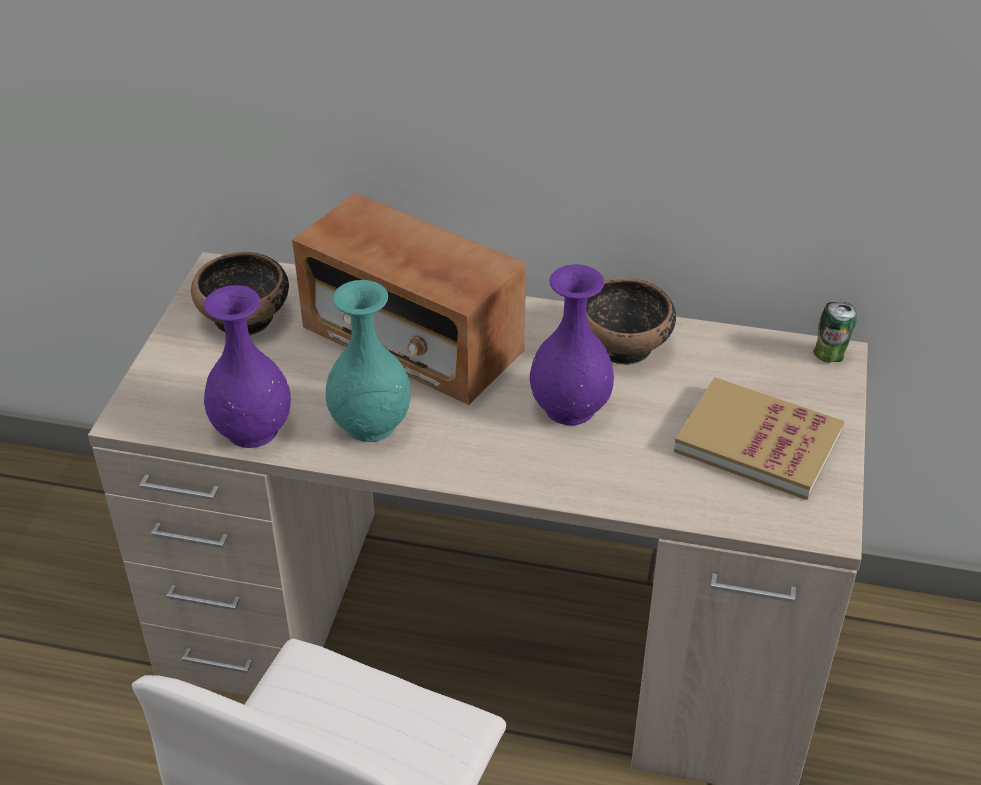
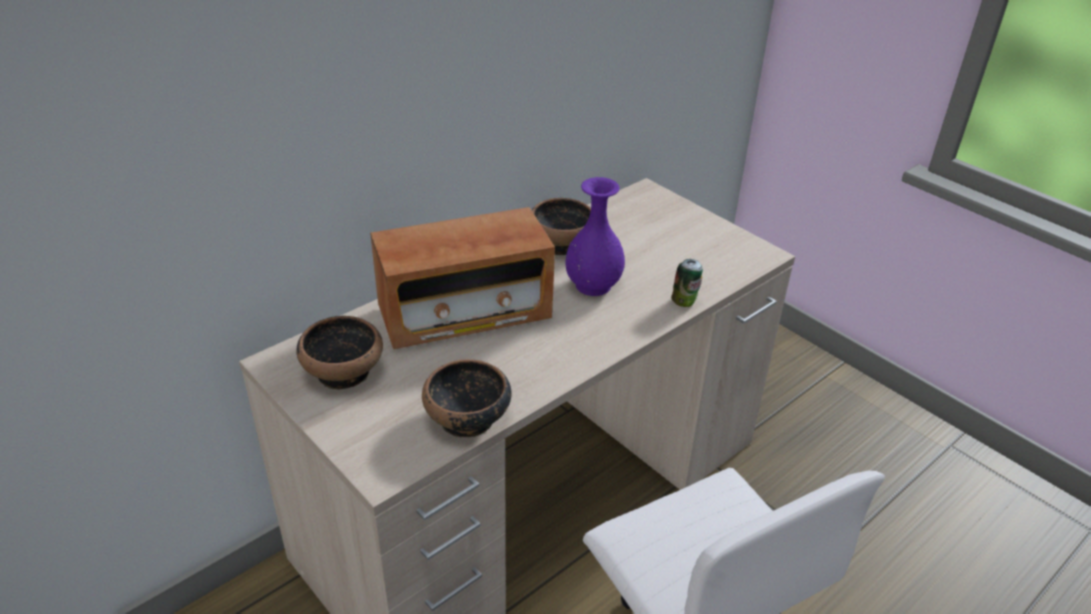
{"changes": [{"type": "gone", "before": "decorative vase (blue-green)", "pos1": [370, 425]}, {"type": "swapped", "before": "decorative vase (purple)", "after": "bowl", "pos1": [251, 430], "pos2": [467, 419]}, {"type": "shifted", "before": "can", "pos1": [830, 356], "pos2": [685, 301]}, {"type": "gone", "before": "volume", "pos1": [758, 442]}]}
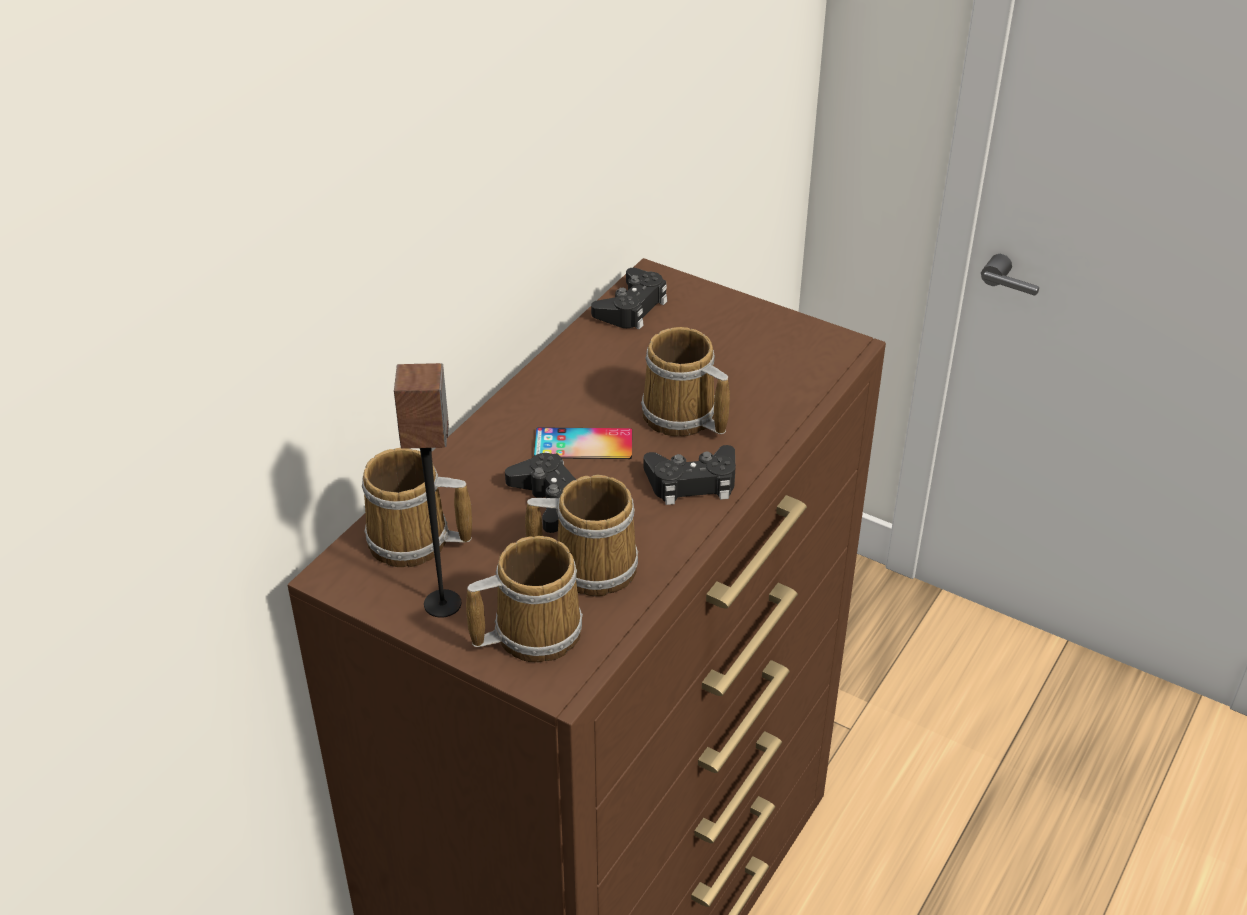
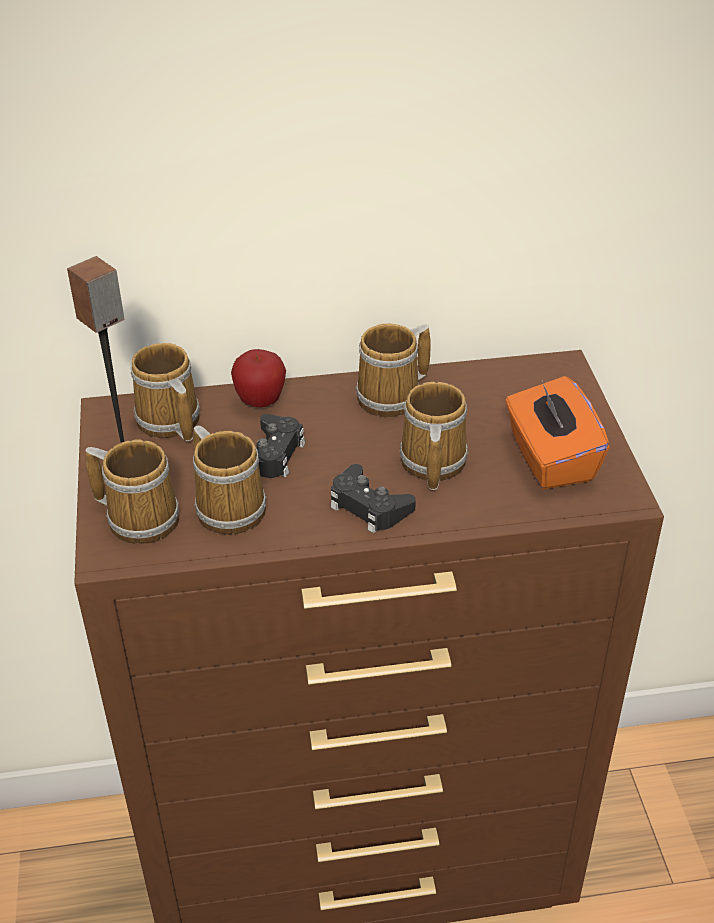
{"changes": [{"type": "gone", "before": "gamepad (black)", "pos1": [631, 307]}, {"type": "gone", "before": "phone", "pos1": [583, 444]}, {"type": "new", "after": "coffee mug", "pos2": [393, 397]}, {"type": "new", "after": "apple fruit", "pos2": [260, 402]}, {"type": "new", "after": "tissue box (orange)", "pos2": [550, 459]}]}
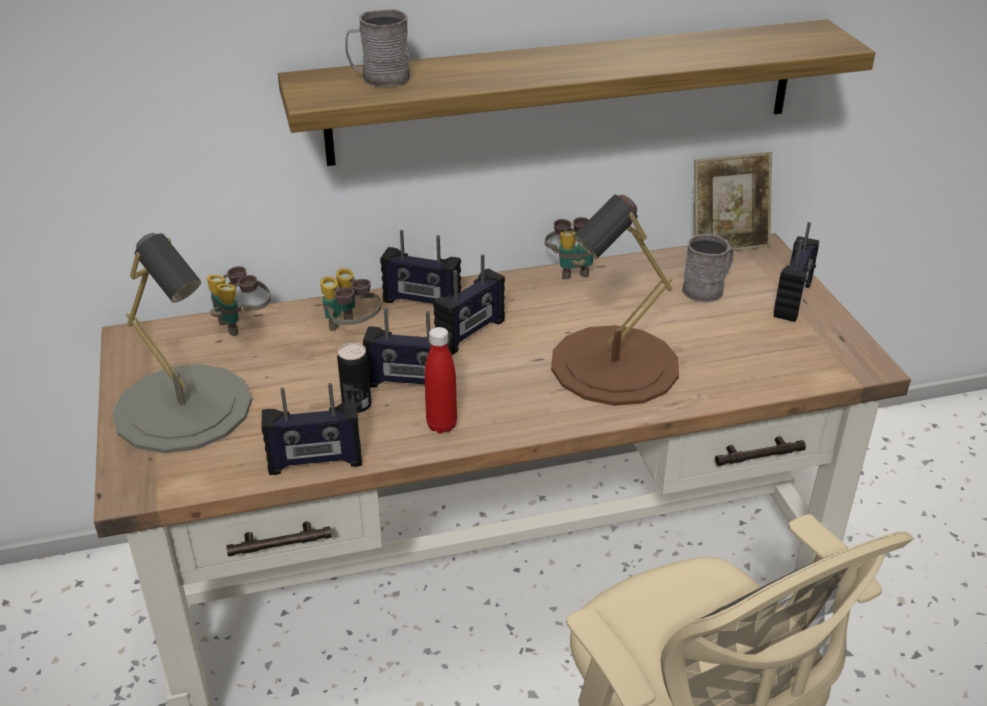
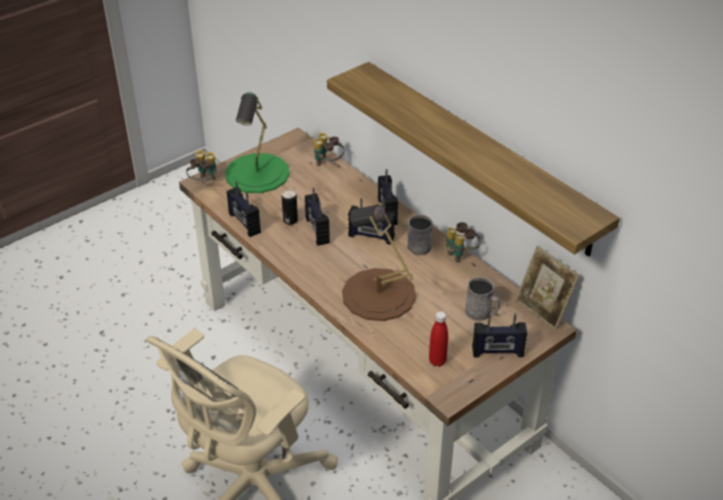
{"changes": [{"type": "shifted", "before": "coffee mug (greyish)", "pos1": [379, 79], "pos2": [417, 245]}, {"type": "repainted", "before": "lamp for a table (greyish)", "after": "lamp for a table (green)", "pos1": [183, 408], "pos2": [257, 173]}, {"type": "shifted", "before": "field glasses", "pos1": [351, 330], "pos2": [204, 183]}, {"type": "shifted", "before": "bottle (reddish)", "pos1": [441, 425], "pos2": [437, 361]}]}
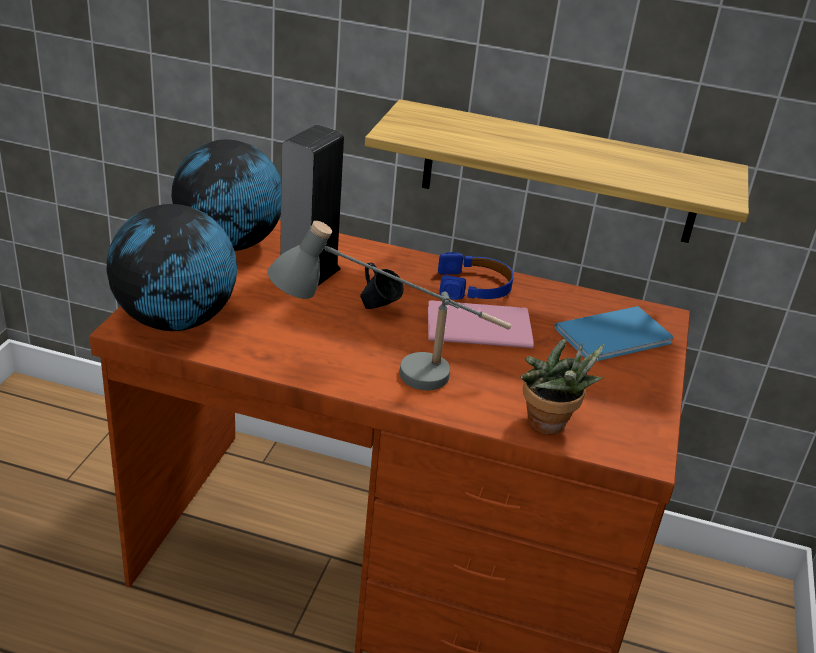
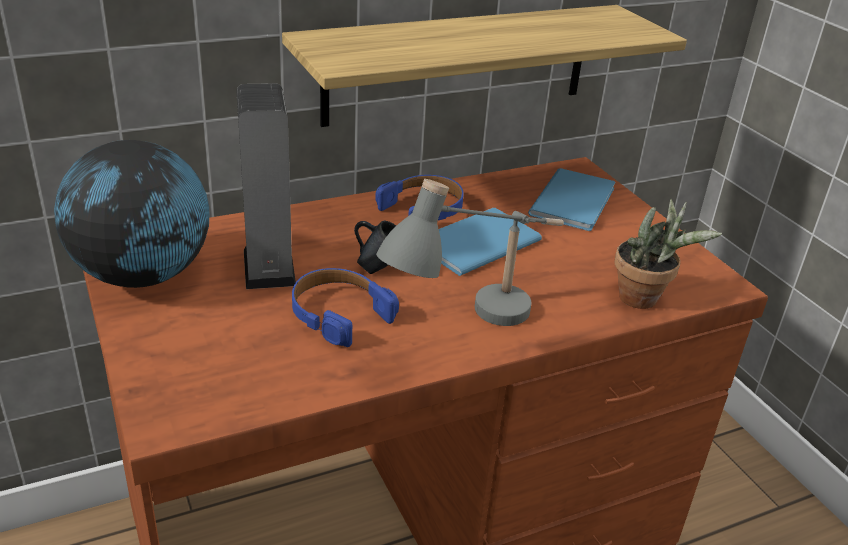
{"changes": [{"type": "gone", "before": "world globe", "pos1": [175, 321]}, {"type": "repainted", "before": "volume (pink)", "after": "volume (blue-coloured)", "pos1": [475, 325], "pos2": [473, 243]}, {"type": "new", "after": "headphones (blue-coloured)", "pos2": [339, 314]}]}
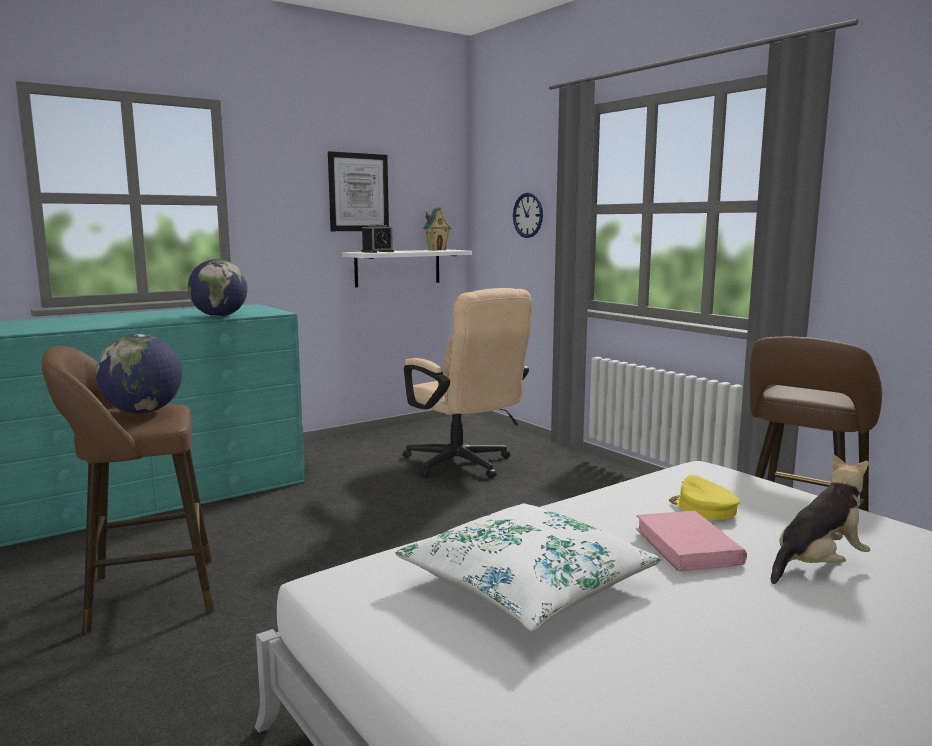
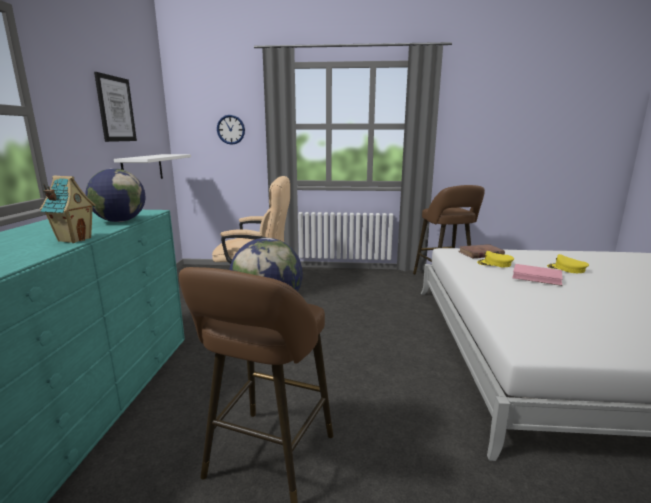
{"changes": [{"type": "shifted", "before": "miniature house", "pos1": [437, 250], "pos2": [74, 239]}, {"type": "gone", "before": "table clock", "pos1": [377, 252]}, {"type": "swapped", "before": "cuddly toy", "after": "baseball cap (yellowish)", "pos1": [818, 565], "pos2": [566, 269]}, {"type": "gone", "before": "cushion (white)", "pos1": [527, 584]}, {"type": "new", "after": "volume (brown-coloured)", "pos2": [480, 254]}]}
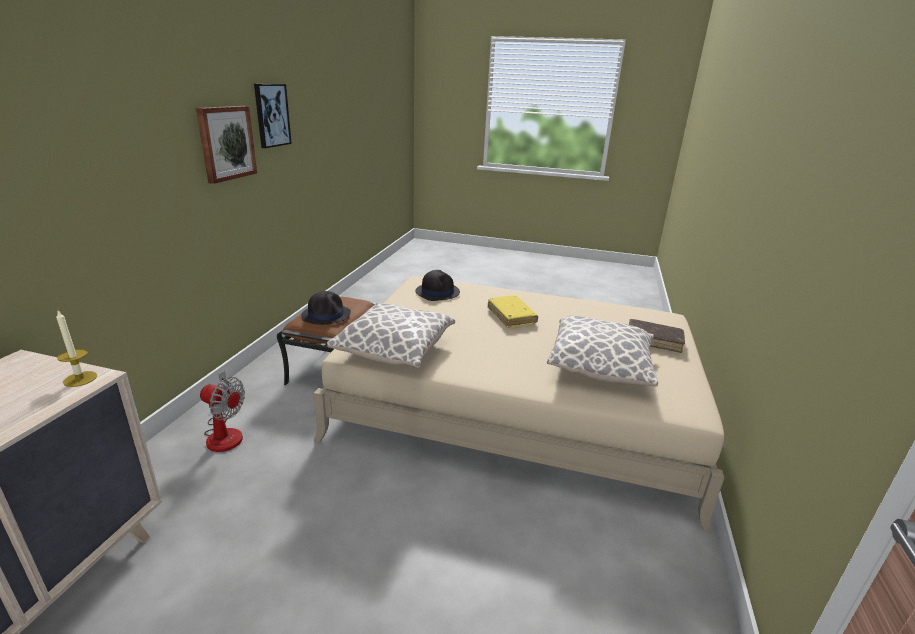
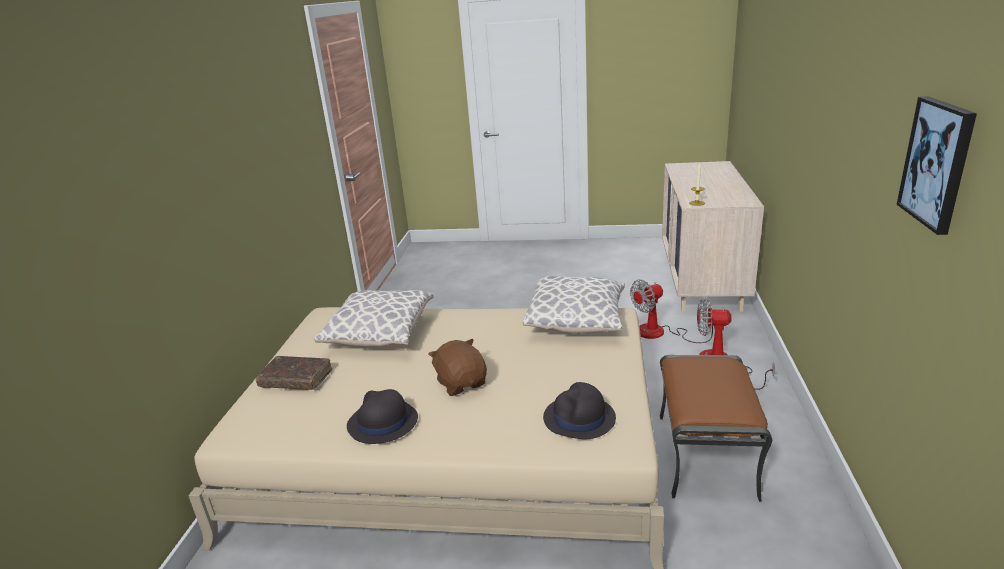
{"changes": [{"type": "gone", "before": "wall picture", "pos1": [226, 143]}, {"type": "shifted", "before": "hat (black)", "pos1": [326, 315], "pos2": [382, 423]}, {"type": "swapped", "before": "volume (yellowish)", "after": "cuddly toy (brown-coloured)", "pos1": [511, 316], "pos2": [461, 383]}, {"type": "new", "after": "electric fan", "pos2": [660, 333]}]}
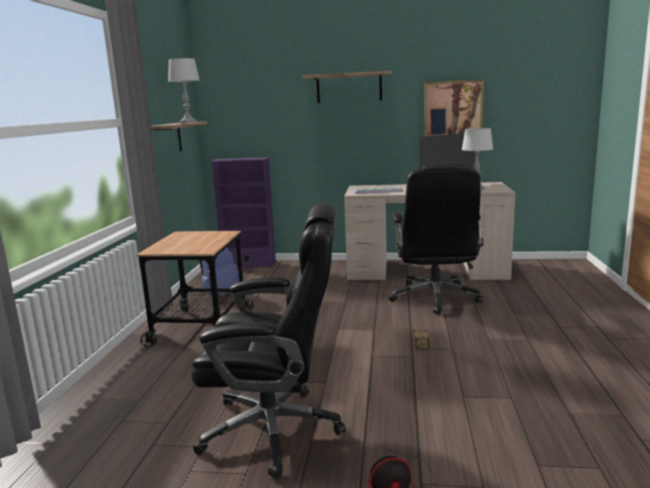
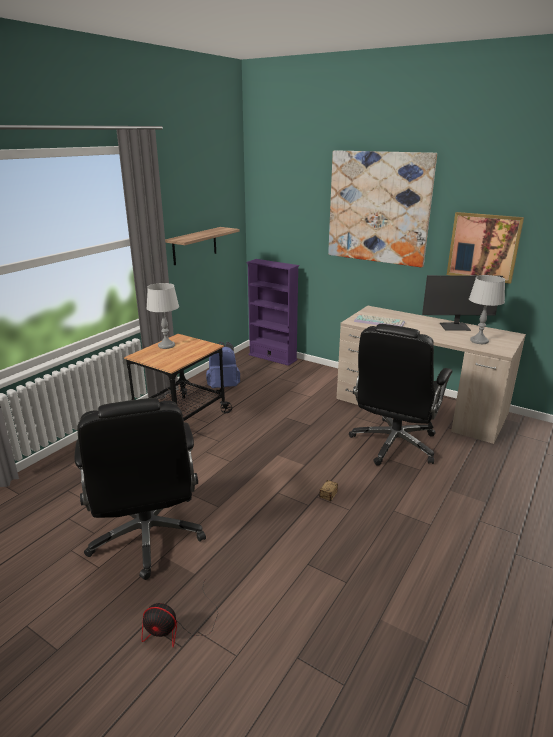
{"changes": [{"type": "shifted", "before": "lamp for a table (greyish)", "pos1": [188, 122], "pos2": [166, 345]}, {"type": "swapped", "before": "shelf", "after": "wall picture", "pos1": [349, 88], "pos2": [378, 208]}, {"type": "rotated", "before": "computer chair (black)", "pos1": [275, 429], "pos2": [147, 537], "turn": 45}]}
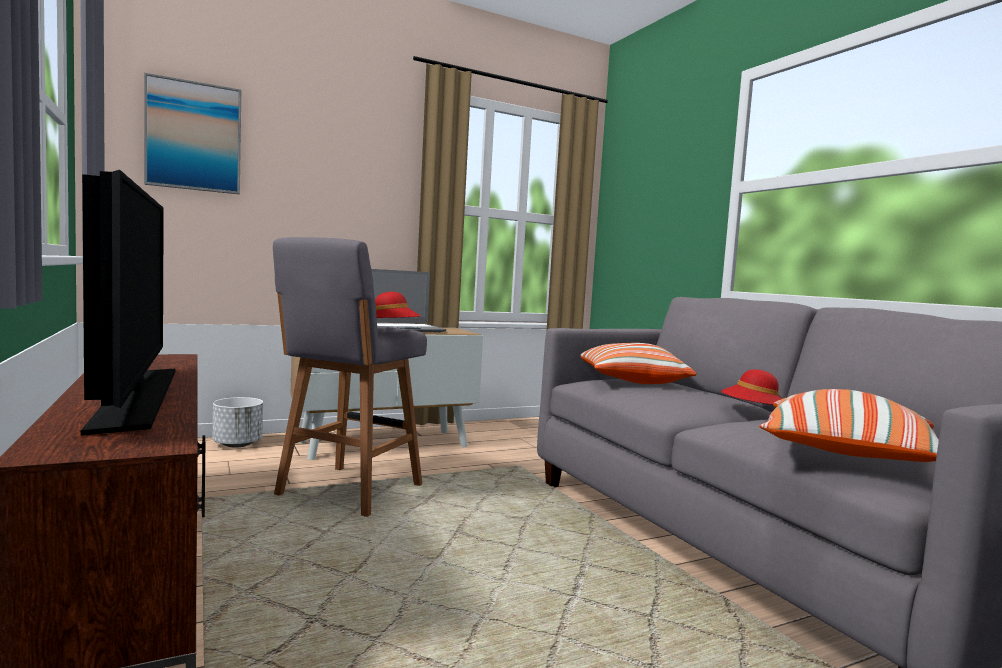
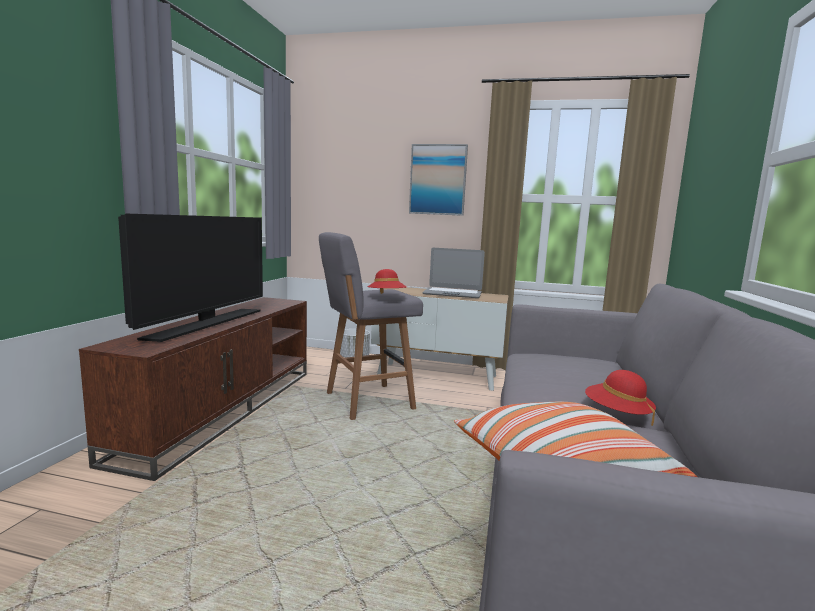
{"changes": [{"type": "shifted", "before": "wall picture", "pos1": [194, 136], "pos2": [438, 180]}, {"type": "gone", "before": "cushion", "pos1": [630, 382]}]}
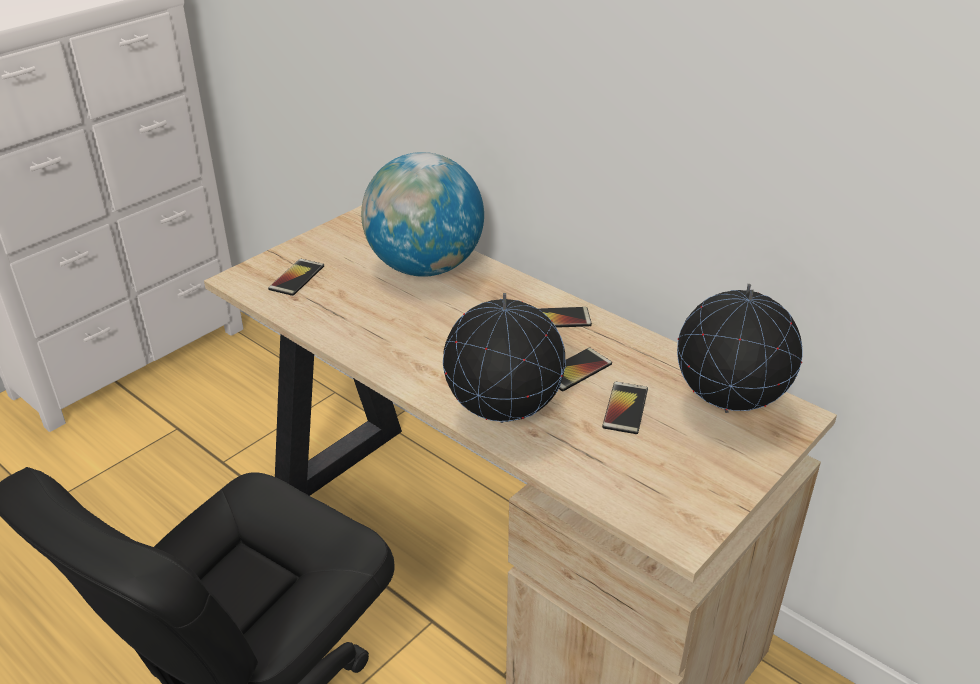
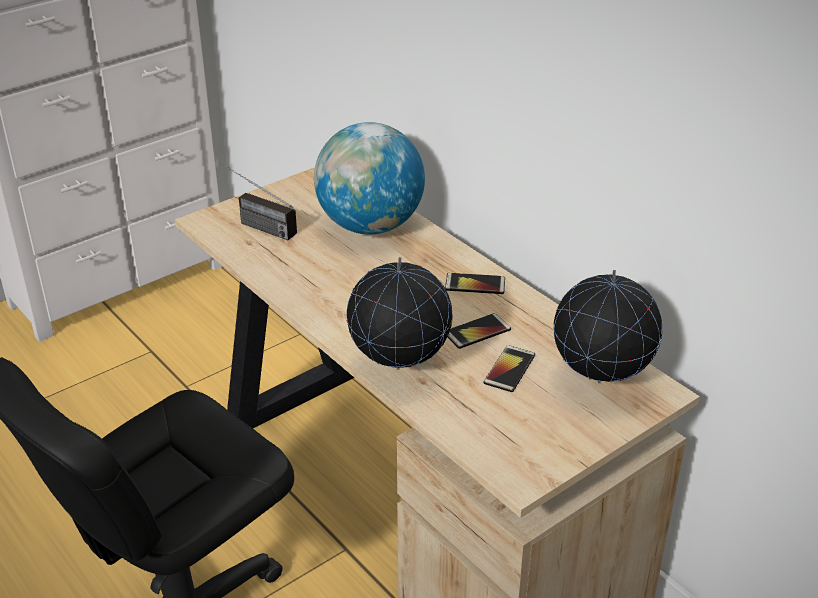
{"changes": [{"type": "swapped", "before": "phone", "after": "radio set", "pos1": [297, 278], "pos2": [255, 224]}]}
